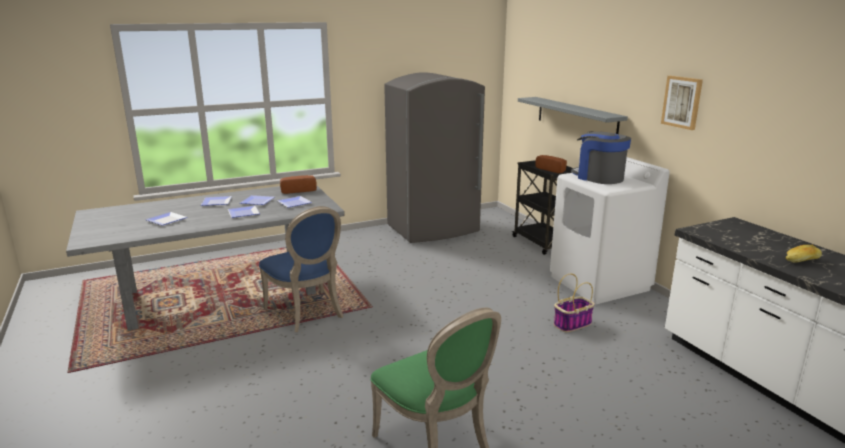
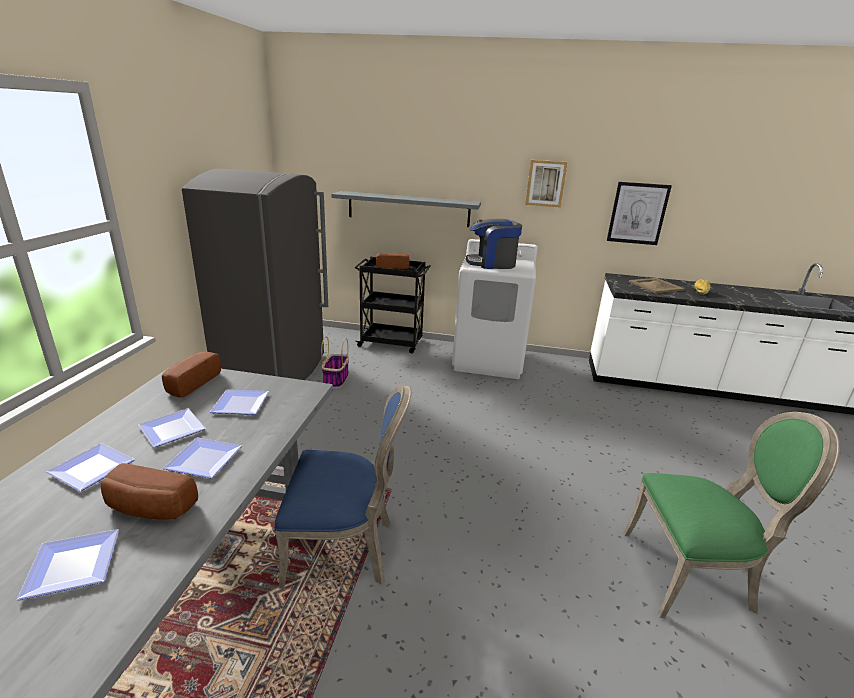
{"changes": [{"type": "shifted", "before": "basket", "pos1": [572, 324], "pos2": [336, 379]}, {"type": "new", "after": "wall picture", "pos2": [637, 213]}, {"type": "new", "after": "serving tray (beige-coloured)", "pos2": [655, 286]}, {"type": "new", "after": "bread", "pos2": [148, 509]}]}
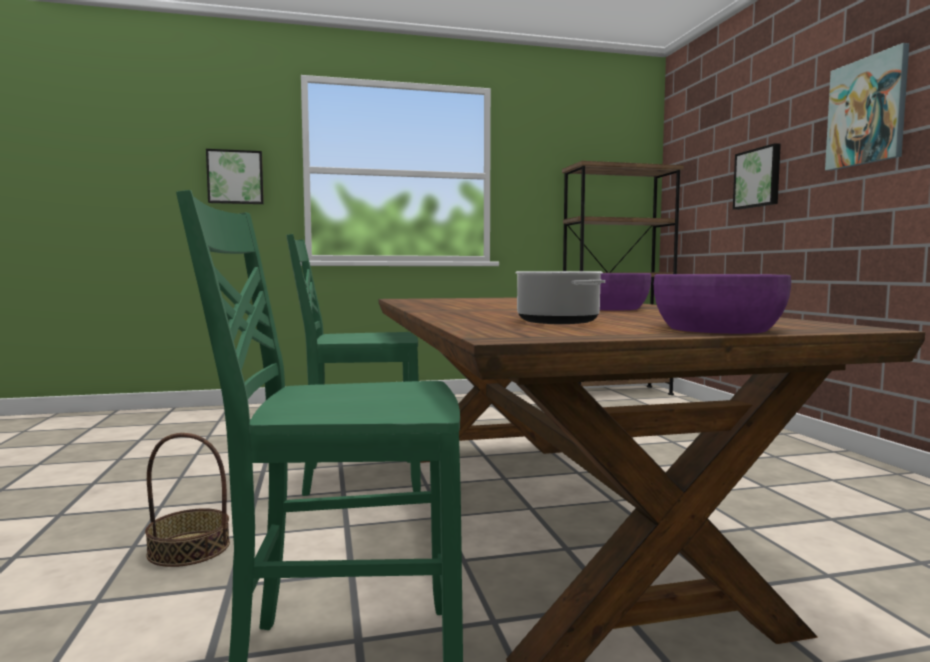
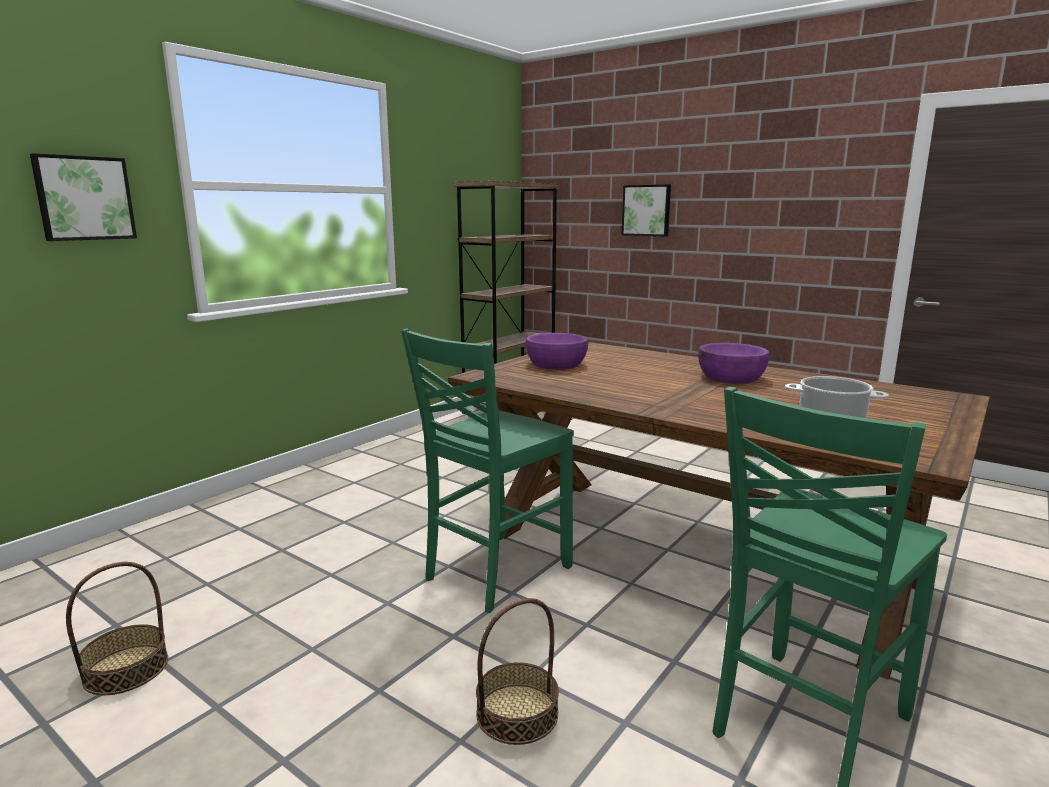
{"changes": [{"type": "gone", "before": "wall picture", "pos1": [867, 111]}, {"type": "shifted", "before": "bowl (purple)", "pos1": [717, 329], "pos2": [556, 364]}, {"type": "new", "after": "basket", "pos2": [126, 669]}]}
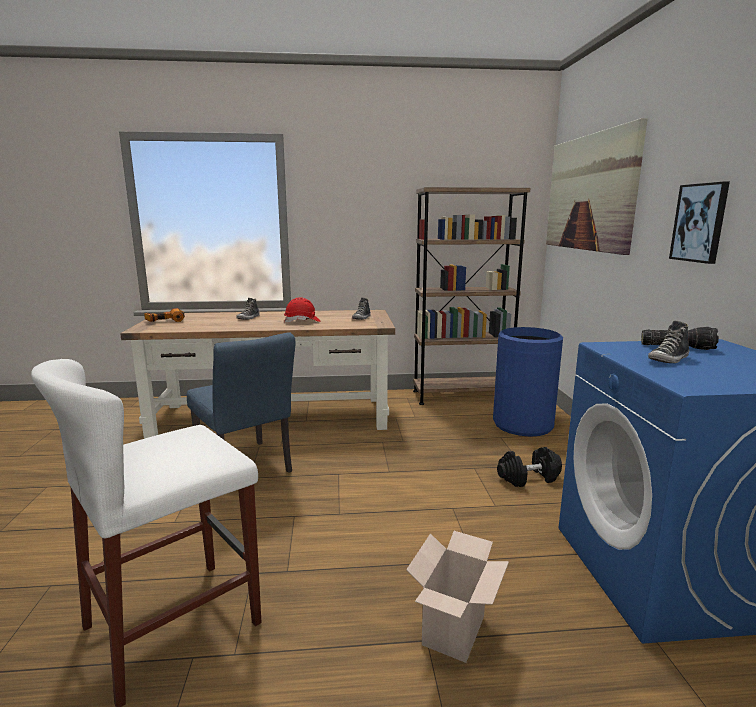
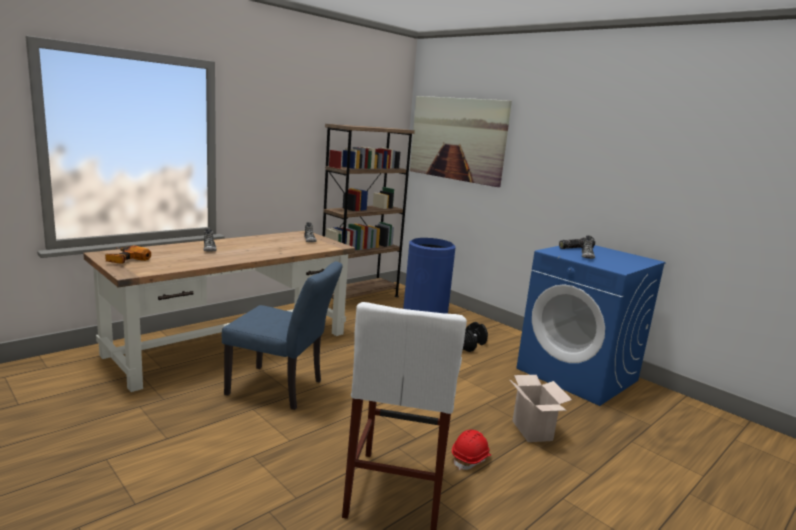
{"changes": [{"type": "gone", "before": "wall picture", "pos1": [699, 223]}, {"type": "shifted", "before": "work helmet (reddish)", "pos1": [302, 321], "pos2": [471, 459]}]}
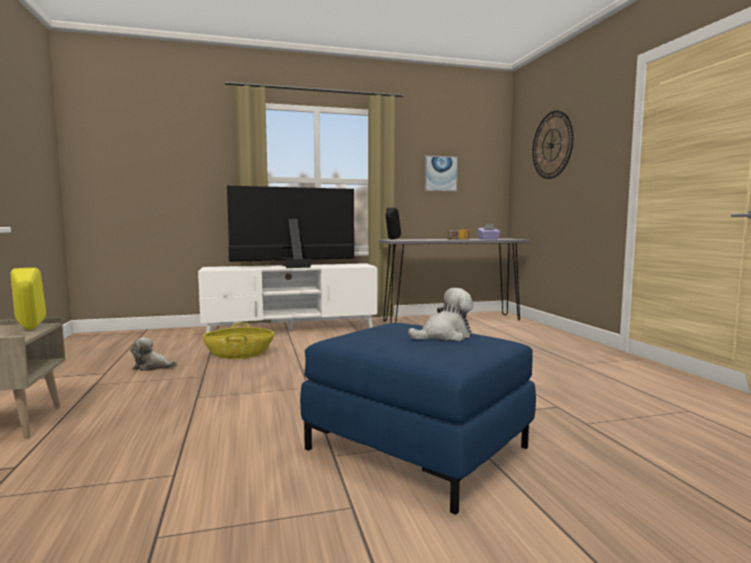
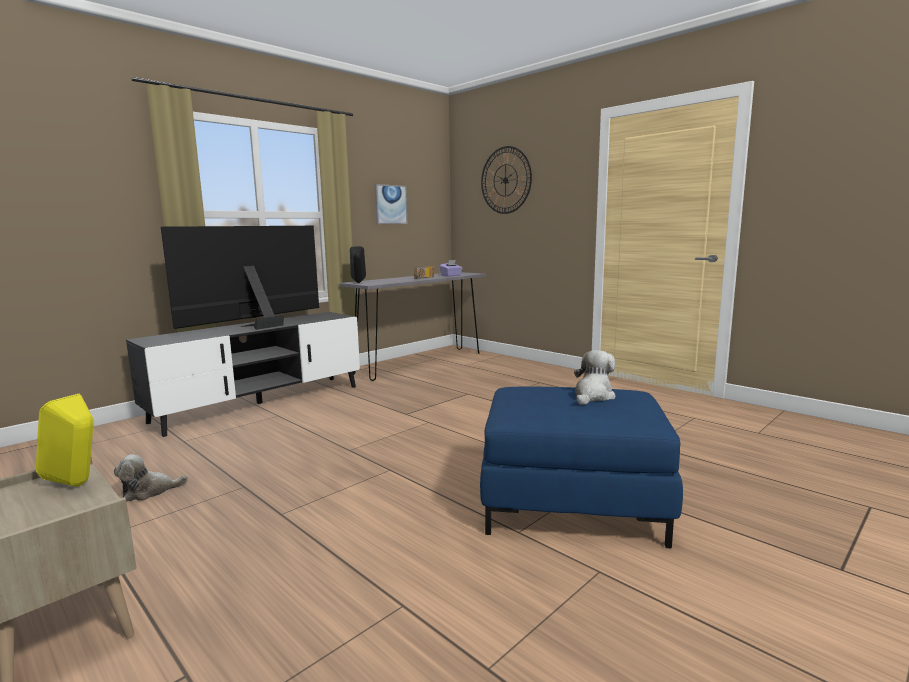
{"changes": [{"type": "repainted", "before": "tv stand (white)", "after": "tv stand (black)", "pos1": [291, 330], "pos2": [260, 403]}, {"type": "gone", "before": "basket", "pos1": [239, 354]}]}
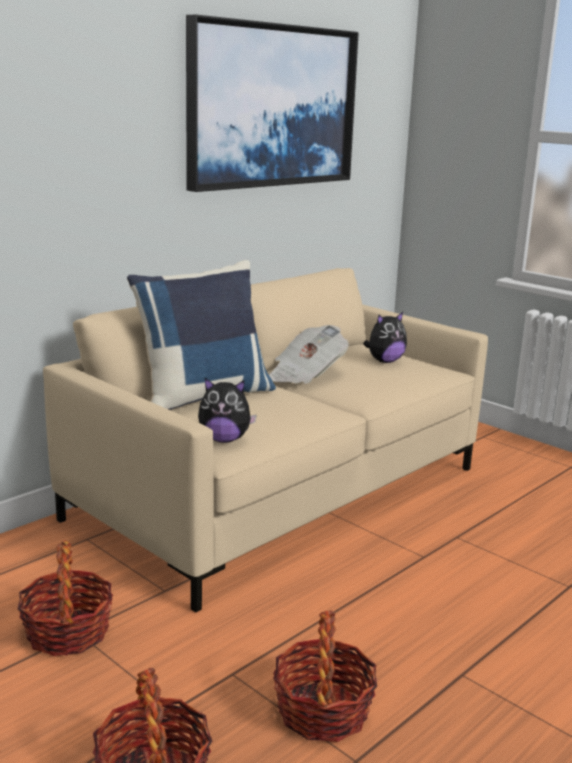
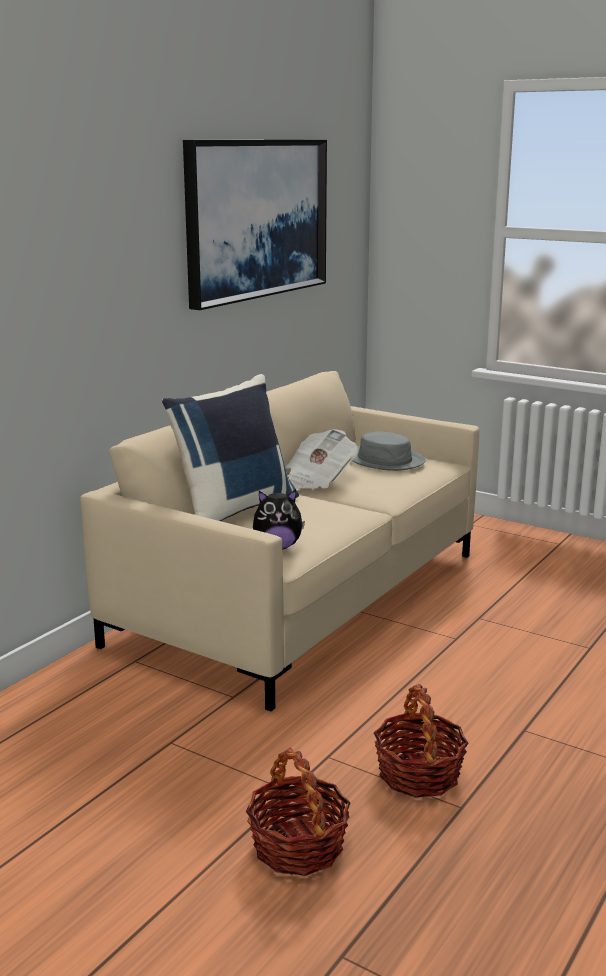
{"changes": [{"type": "swapped", "before": "cuddly toy", "after": "hat (greyish)", "pos1": [384, 361], "pos2": [385, 459]}, {"type": "gone", "before": "basket", "pos1": [68, 632]}]}
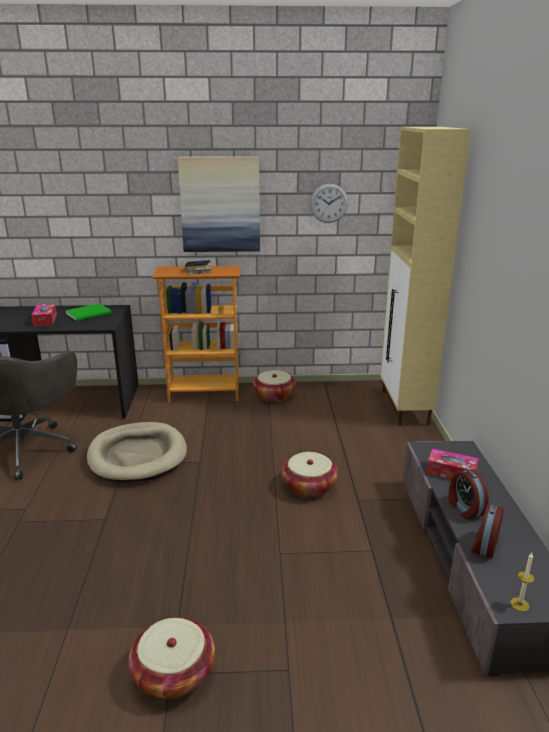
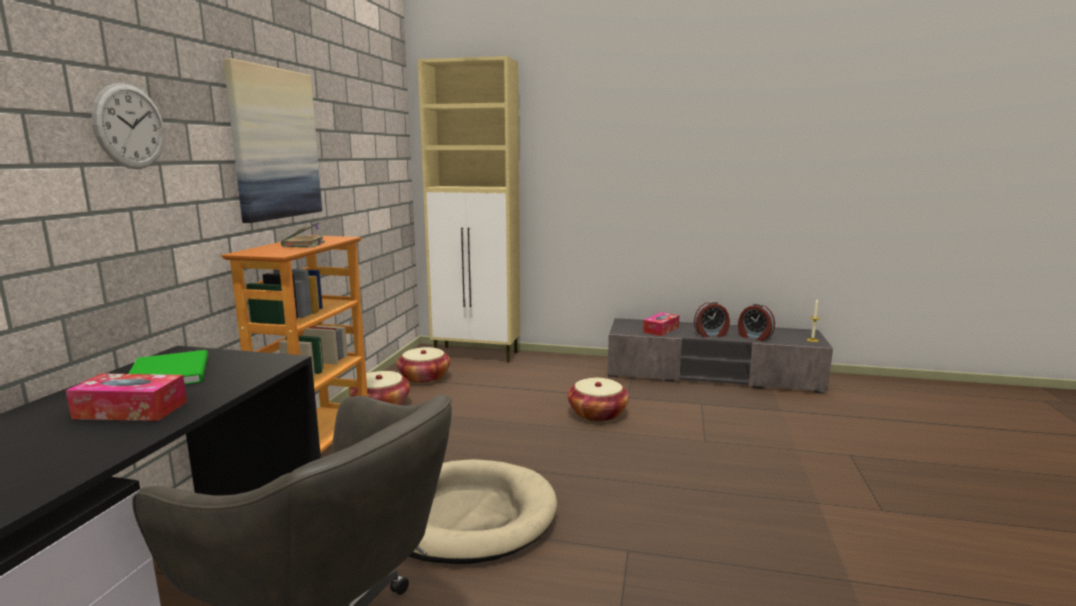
{"changes": [{"type": "shifted", "before": "wall clock", "pos1": [329, 203], "pos2": [130, 126]}, {"type": "shifted", "before": "basket", "pos1": [174, 673], "pos2": [424, 377]}]}
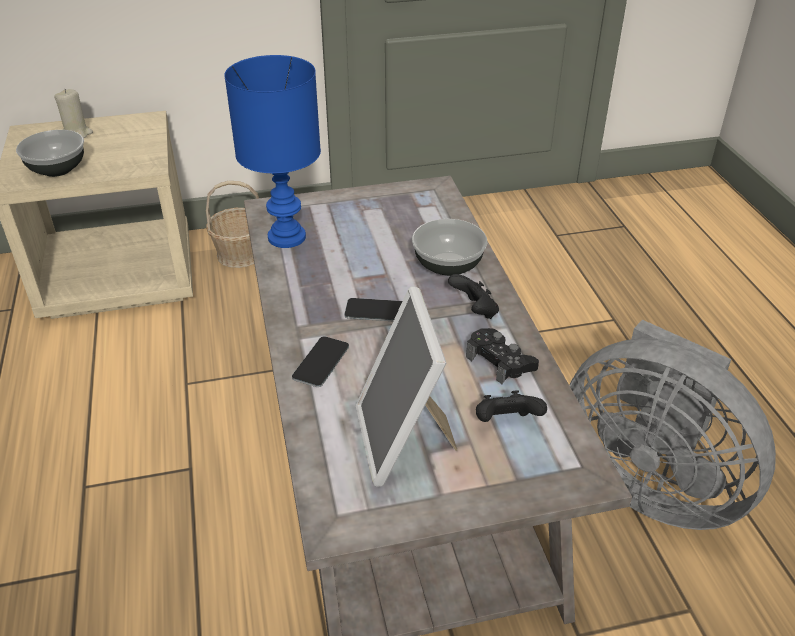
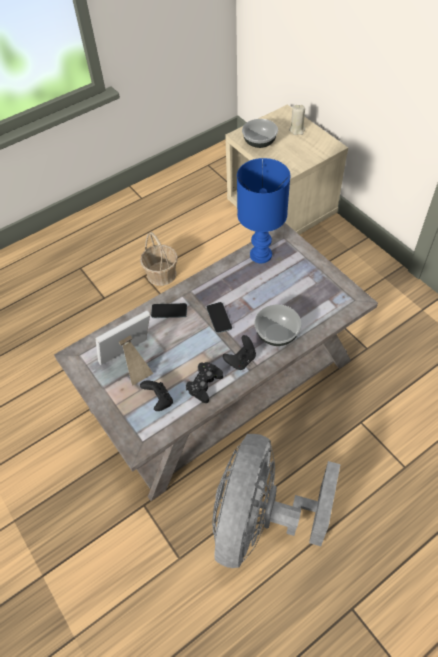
{"changes": [{"type": "shifted", "before": "basket", "pos1": [239, 254], "pos2": [161, 274]}]}
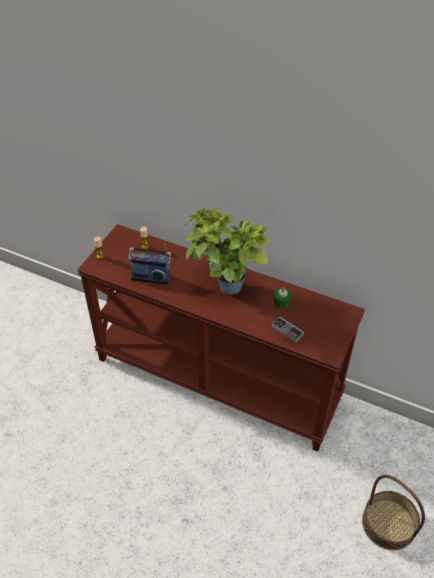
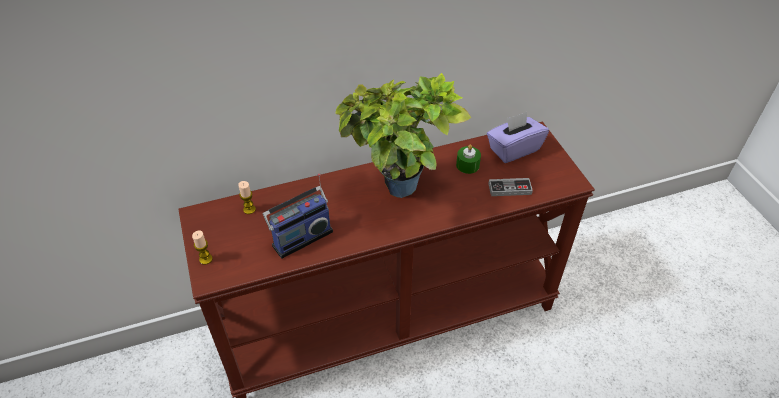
{"changes": [{"type": "gone", "before": "basket", "pos1": [388, 523]}, {"type": "new", "after": "tissue box (purple)", "pos2": [513, 149]}]}
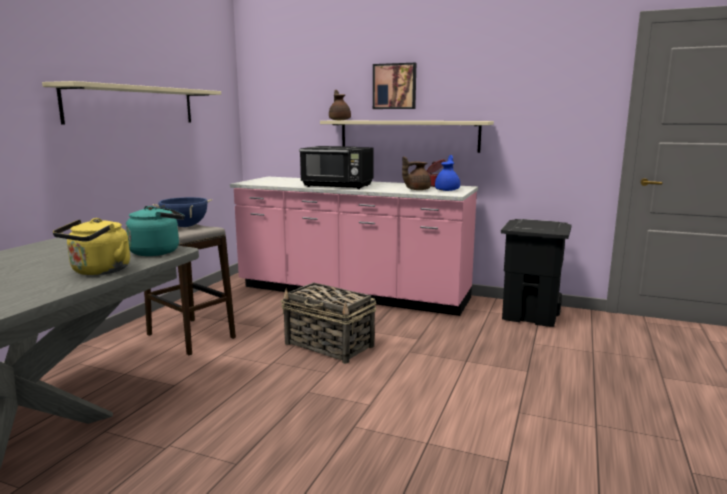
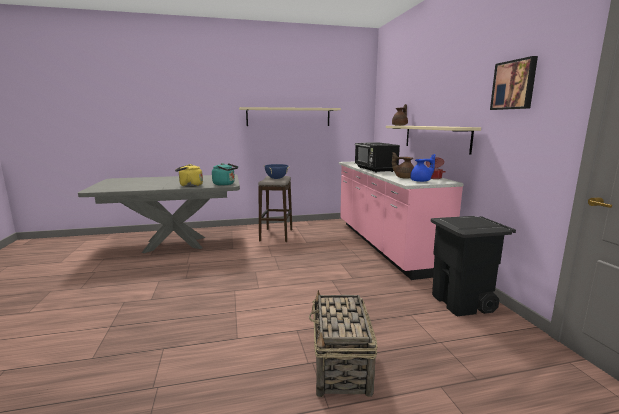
{"changes": [{"type": "shifted", "before": "wall picture", "pos1": [394, 86], "pos2": [514, 85]}, {"type": "shifted", "before": "basket", "pos1": [330, 345], "pos2": [340, 366]}]}
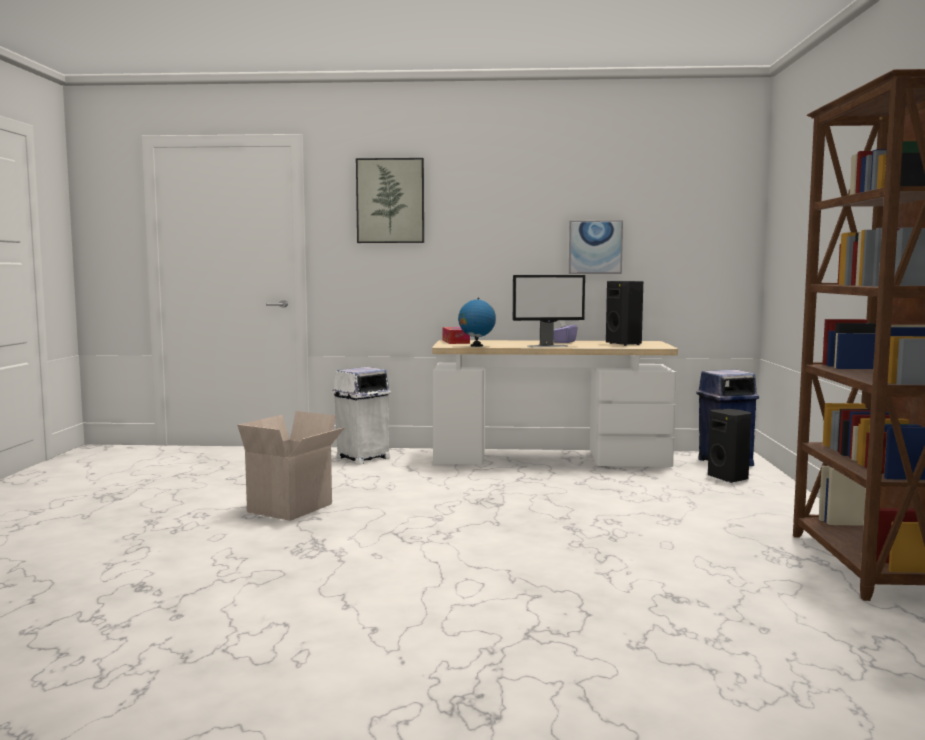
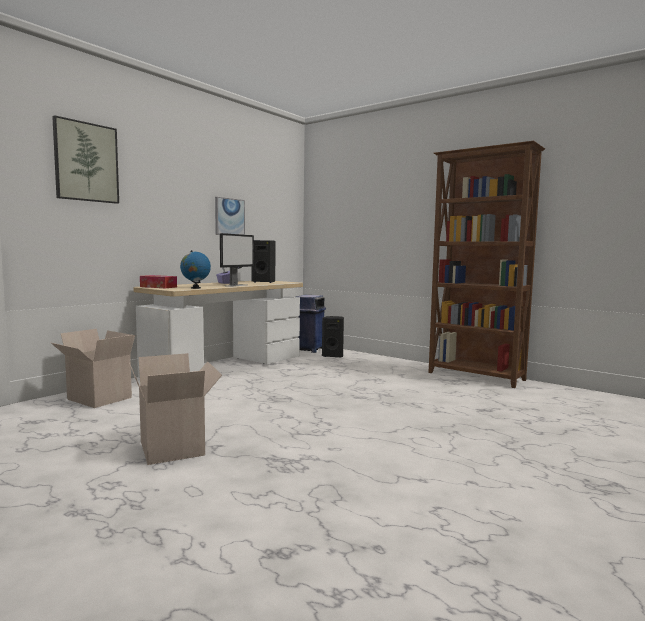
{"changes": [{"type": "swapped", "before": "rubbish bin (white)", "after": "cardboard box", "pos1": [362, 458], "pos2": [97, 399]}]}
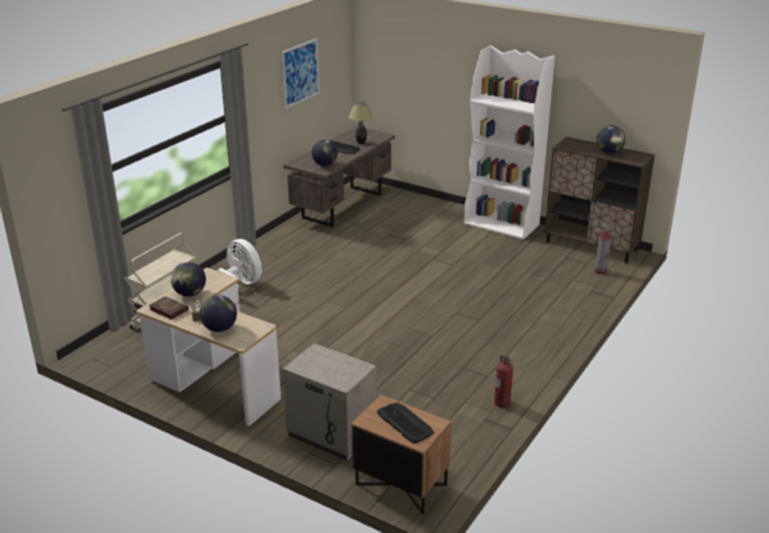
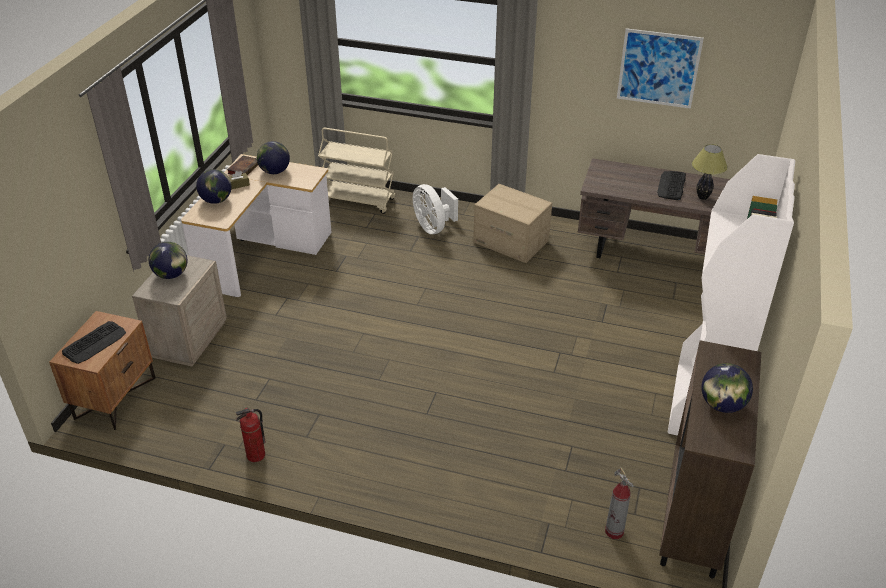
{"changes": [{"type": "shifted", "before": "world globe", "pos1": [325, 164], "pos2": [171, 275]}, {"type": "rotated", "before": "electric fan (white)", "pos1": [242, 285], "pos2": [433, 227], "turn": 120}, {"type": "new", "after": "cardboard box", "pos2": [511, 241]}]}
